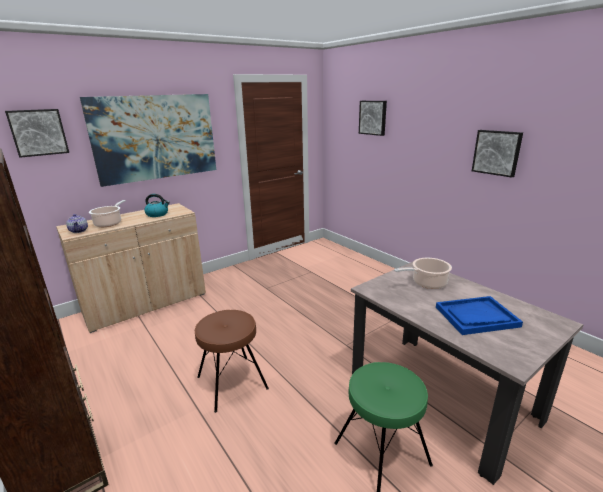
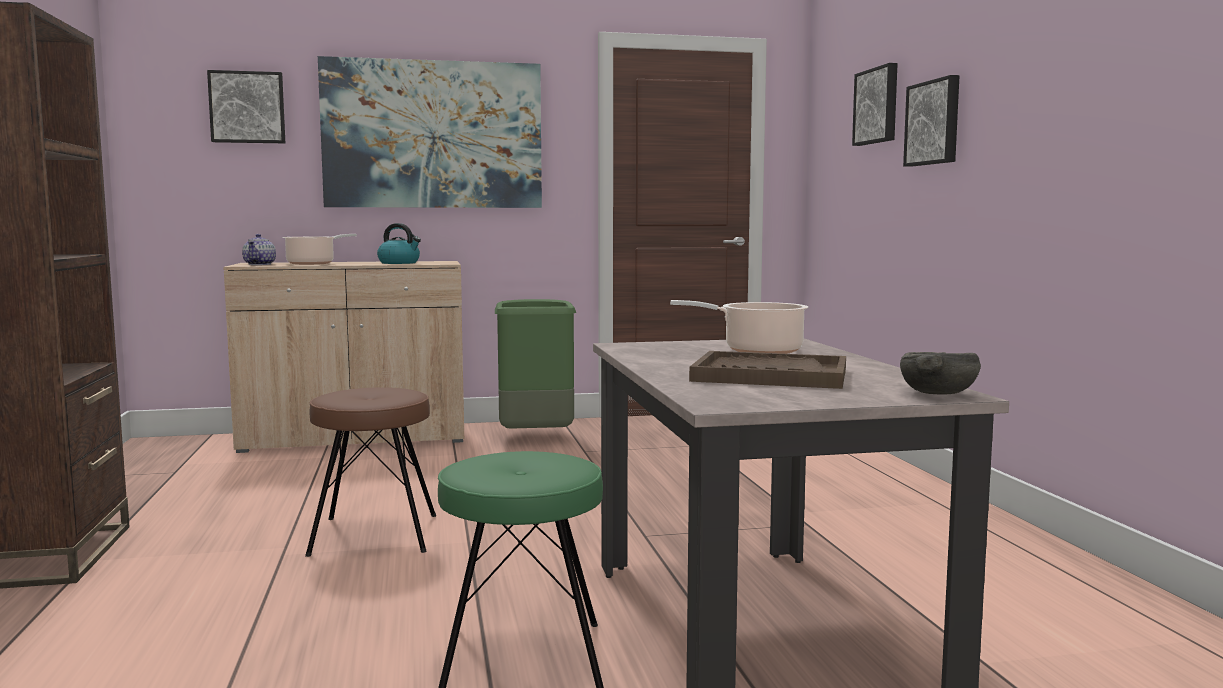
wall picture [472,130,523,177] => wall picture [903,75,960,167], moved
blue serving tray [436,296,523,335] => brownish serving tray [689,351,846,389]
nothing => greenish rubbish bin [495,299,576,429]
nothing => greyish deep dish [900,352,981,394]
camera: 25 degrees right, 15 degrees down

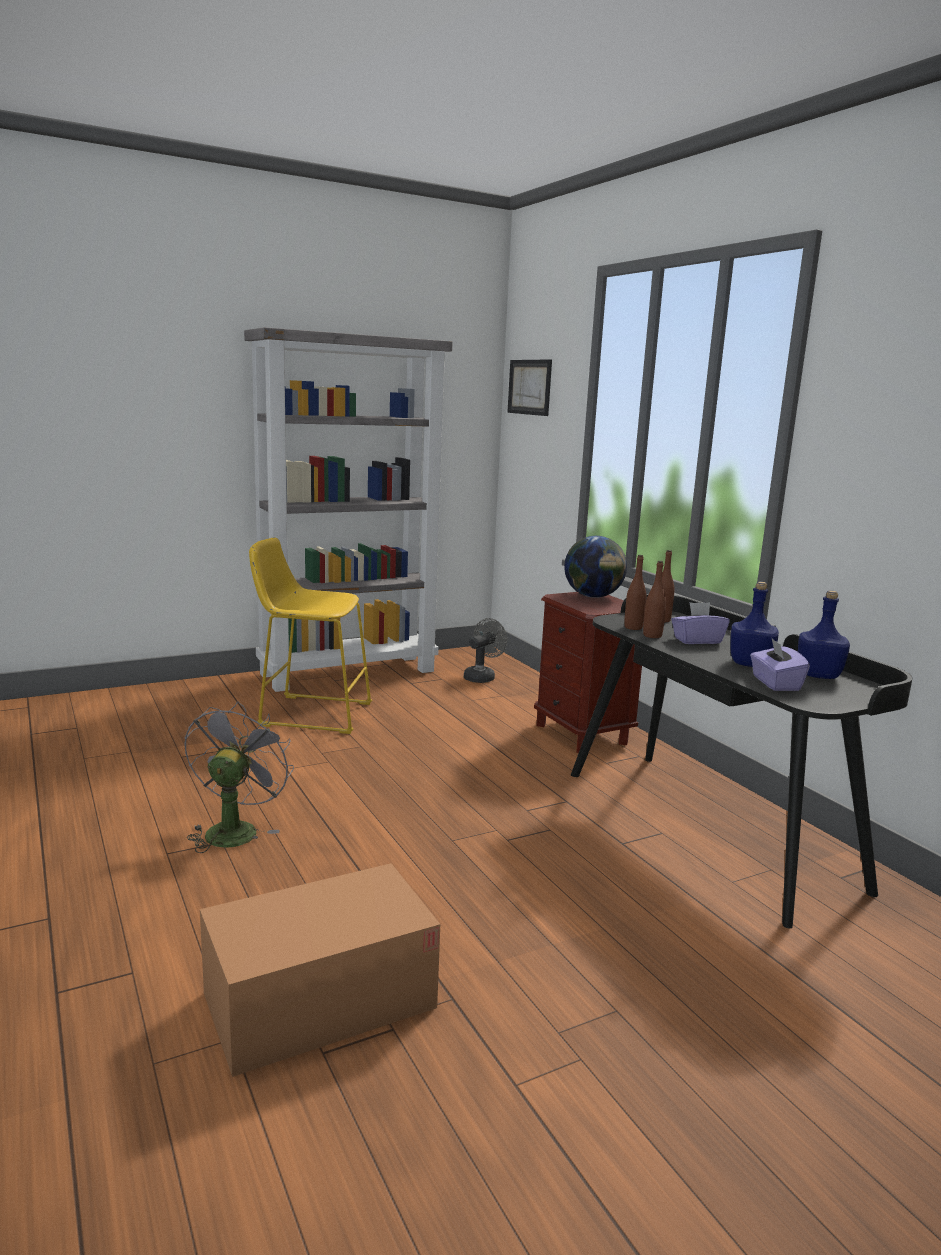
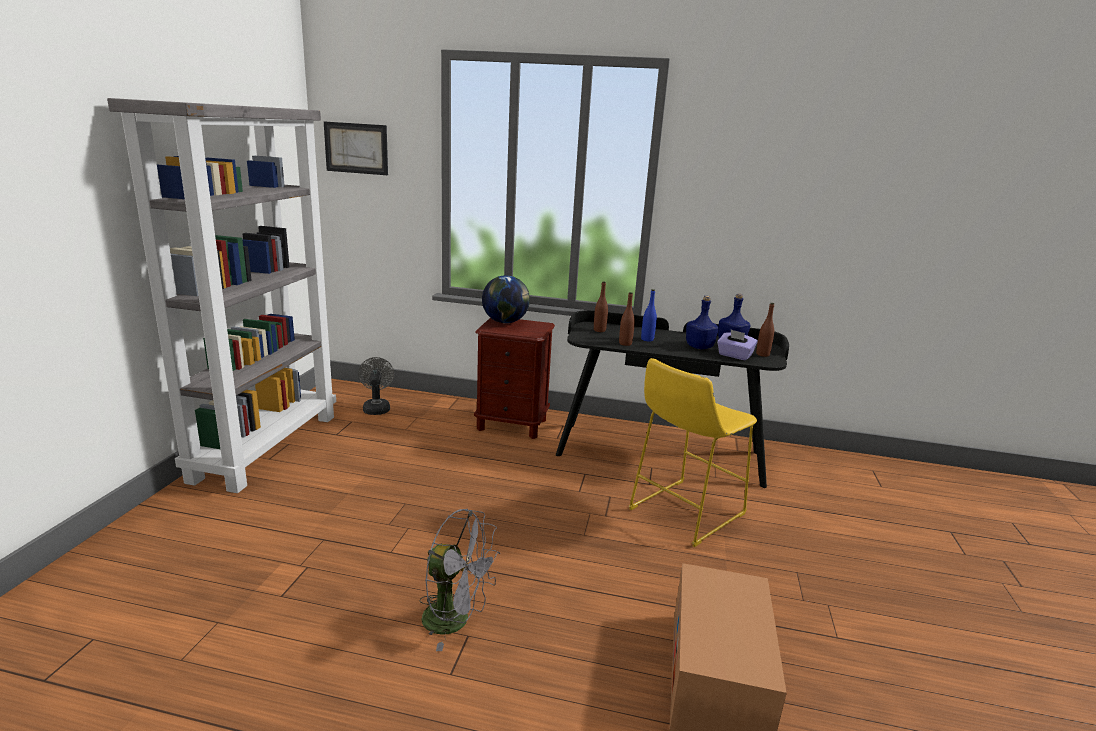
yellow stool [249,538,372,734] => yellow stool [628,358,757,547], moved
brownish beverage bottle [624,555,646,630] => brownish beverage bottle [756,303,774,357], moved
purplish tissue holder [671,602,730,644] => blue beverage bottle [641,289,657,341]
greyish electric fan [184,701,294,853] => greyish electric fan [419,509,500,651], 150 degrees clockwise
camera: 50 degrees left, 5 degrees up

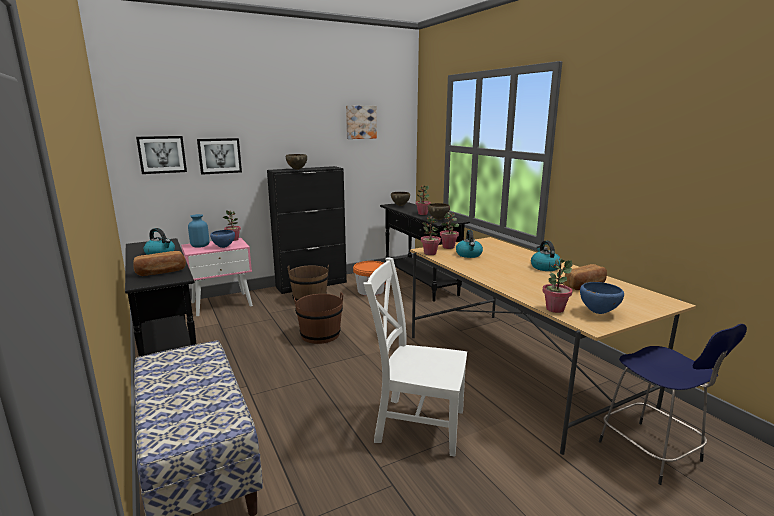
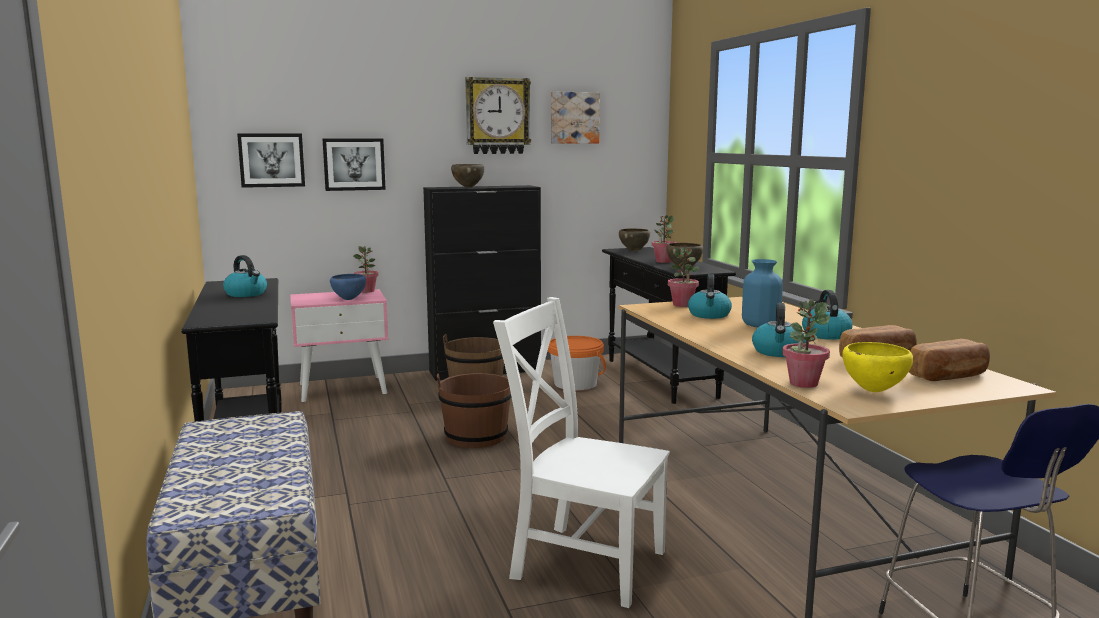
blue vase [188,214,209,248] => blue vase [742,259,783,327], moved
plant in a pot [421,216,441,255] => nothing
bread [133,251,186,276] => bread [909,339,990,381], moved
blue deep dish [580,282,624,314] => yellow deep dish [842,342,913,392]
nothing => hanging clock [465,77,531,154]
nothing => tea kettle [752,303,806,357]
camera: 10 degrees right, 5 degrees down

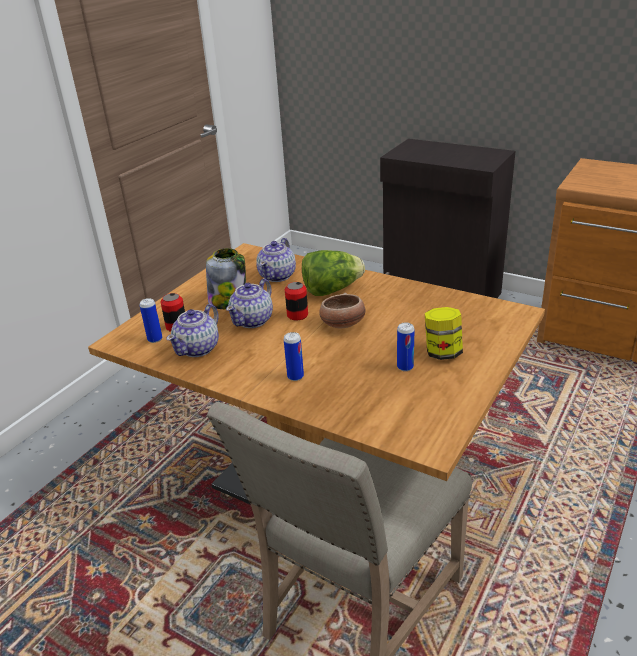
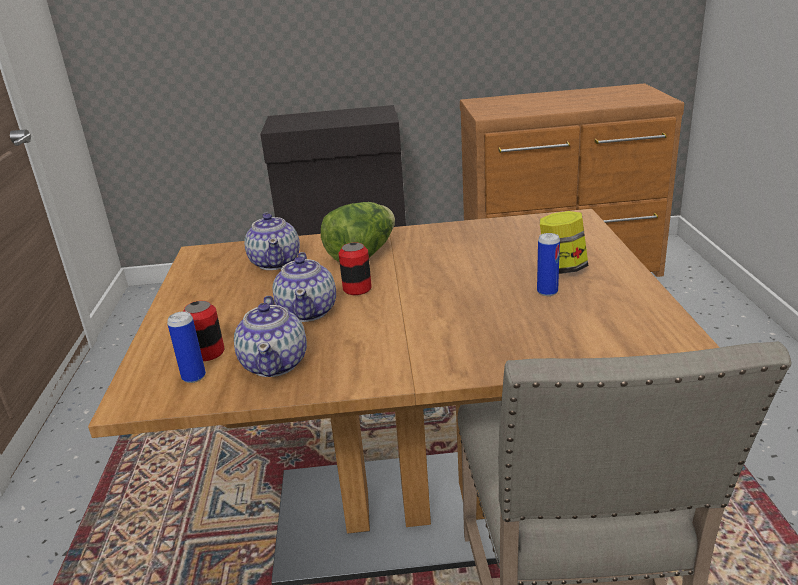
jar [206,248,246,309] => nothing
deep dish [320,293,366,328] => nothing
can [284,332,304,381] => nothing
camera: 35 degrees left, 5 degrees down

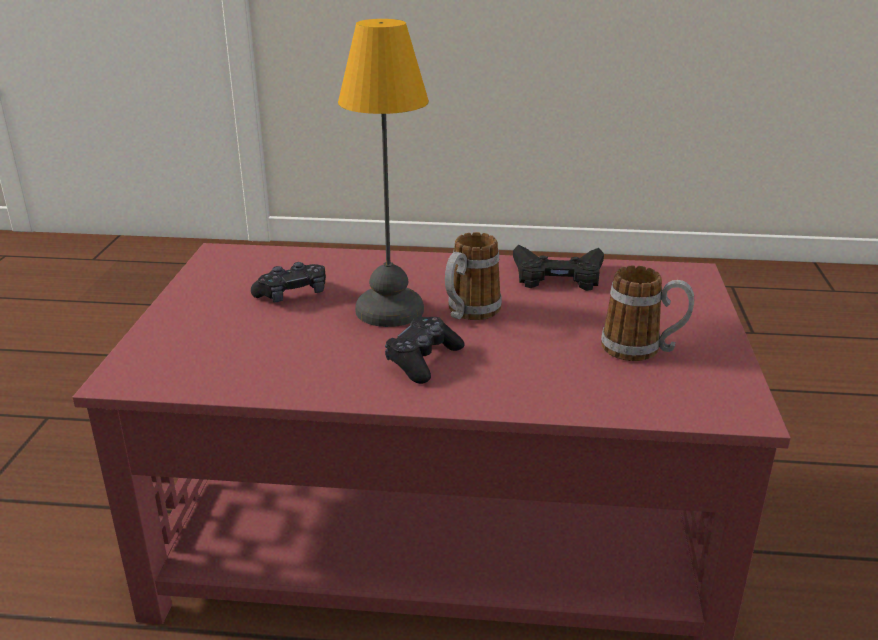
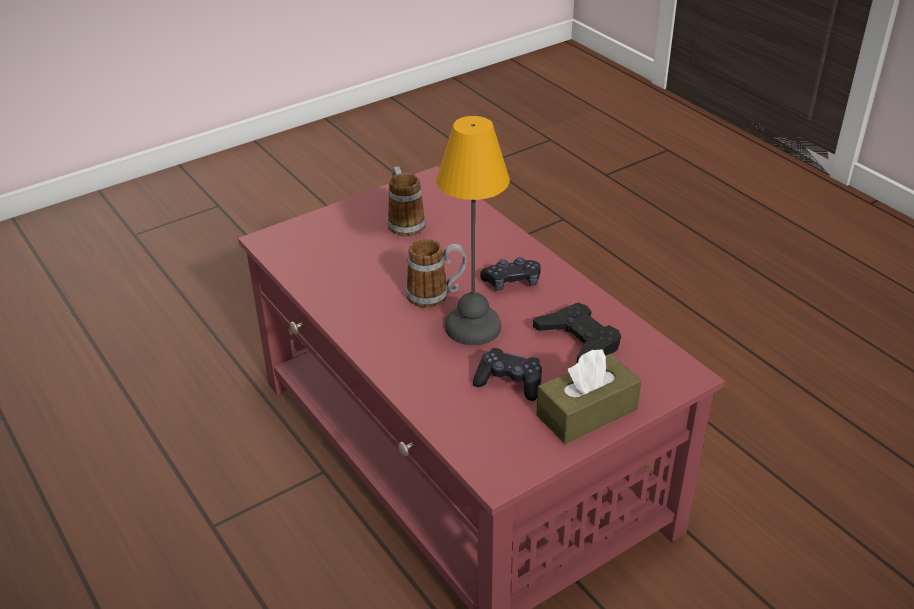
black gamepad [513,244,604,291] => black gamepad [533,303,621,363], moved
nothing => brownish tissue holder [536,349,641,444]
camera: 130 degrees left, 10 degrees up

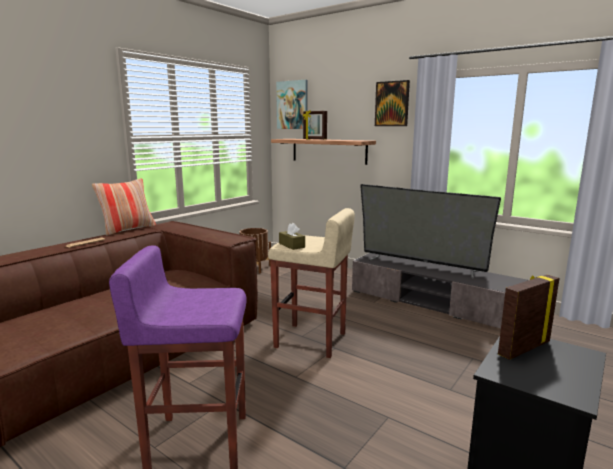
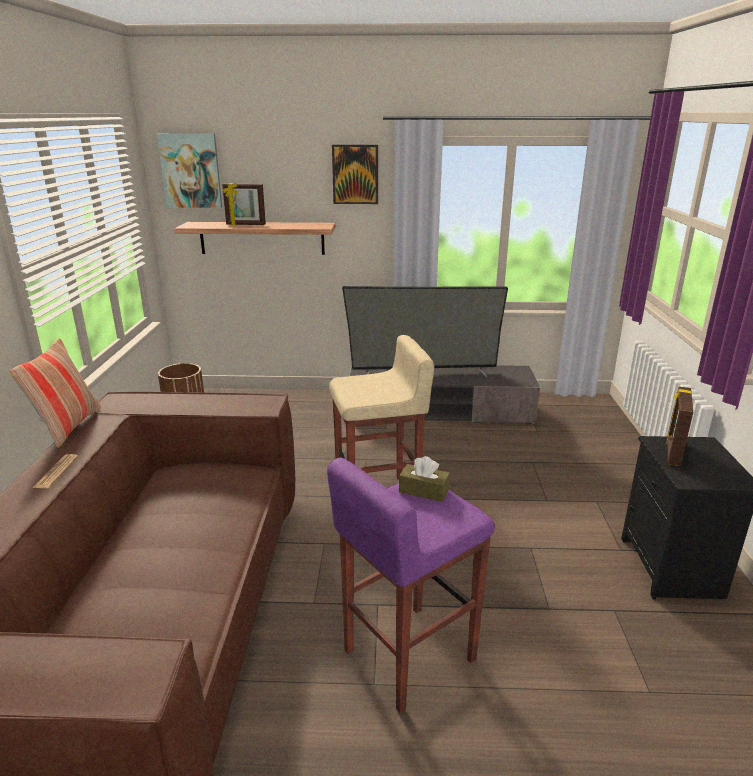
brownish tissue holder [279,223,305,250] => brownish tissue holder [399,456,450,502], moved
camera: 35 degrees left, 10 degrees up

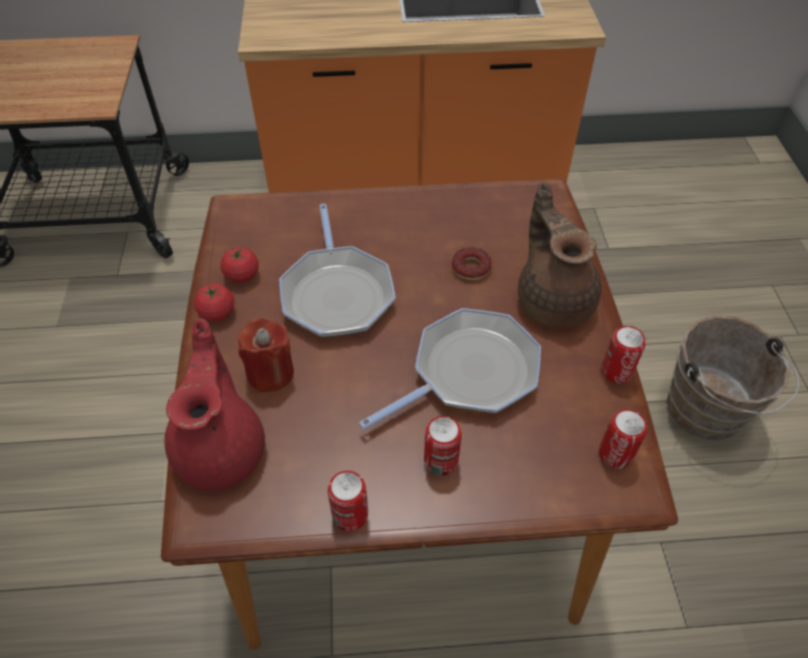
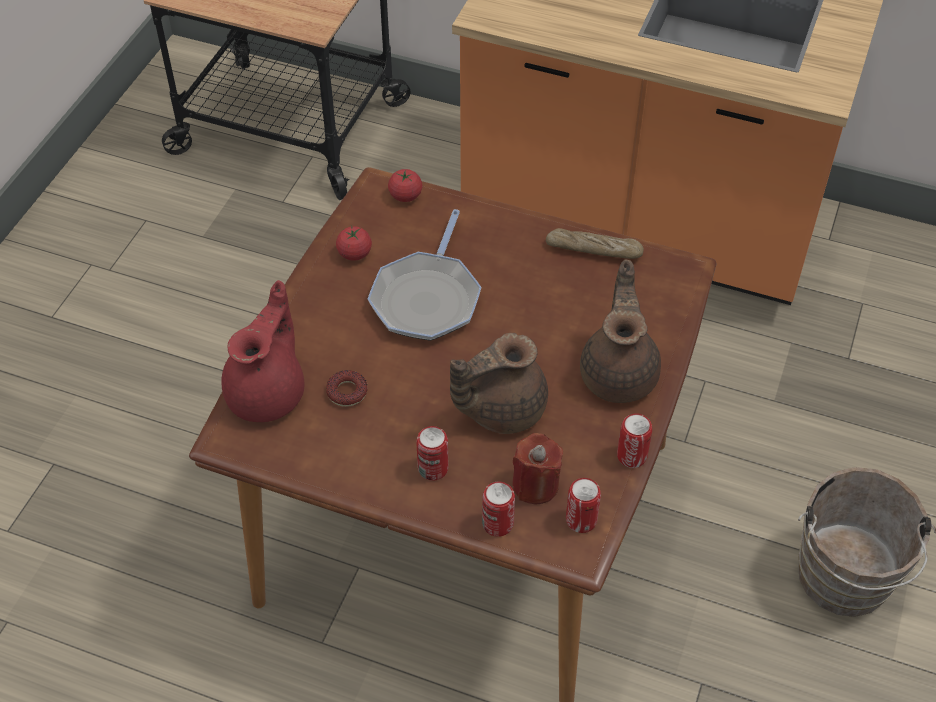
ring doughnut [452,247,492,280] => ring doughnut [326,370,368,407], moved
tomato [194,284,234,321] => tomato [388,169,422,202], moved
pan [359,308,541,430] => brownish tea pot [450,333,548,434]
red wax light [238,318,294,392] => red wax light [512,433,563,504], moved
can [328,471,368,532] => can [482,481,515,537], moved
nothing => bread [546,228,644,259]
camera: 25 degrees right, 0 degrees up

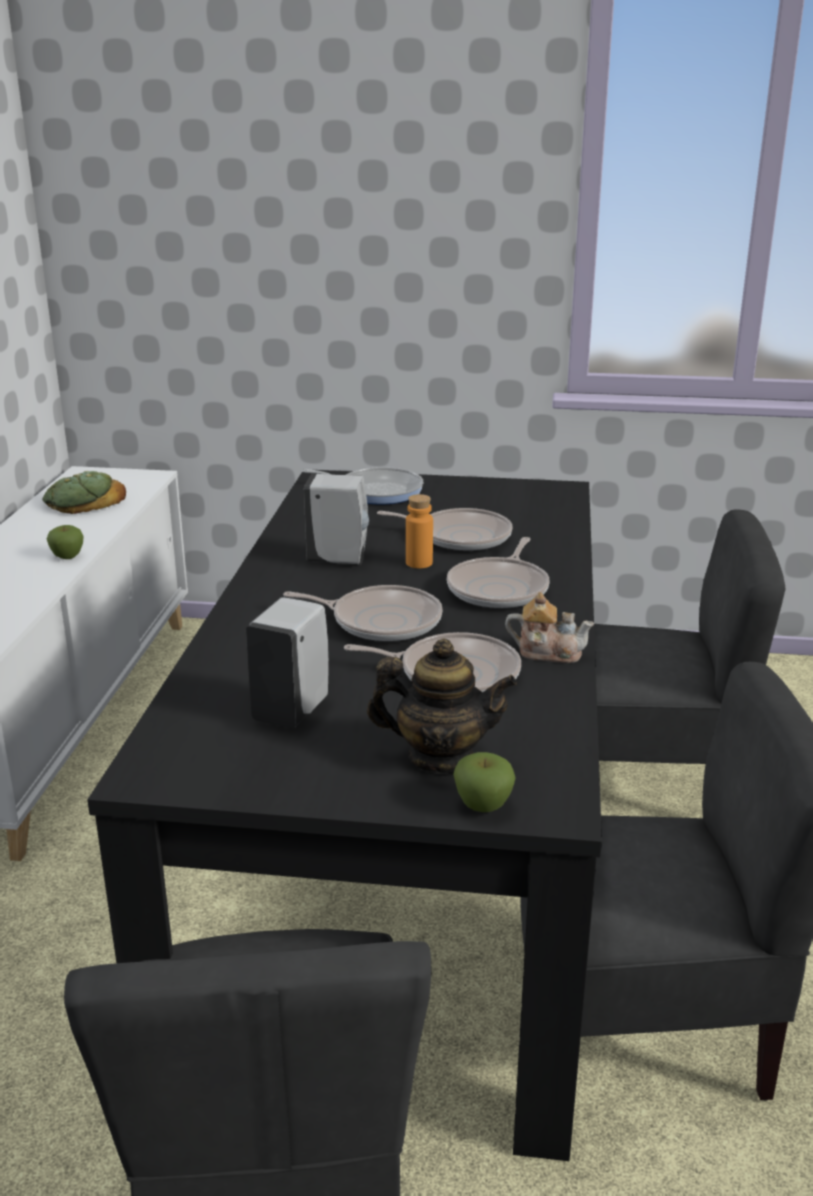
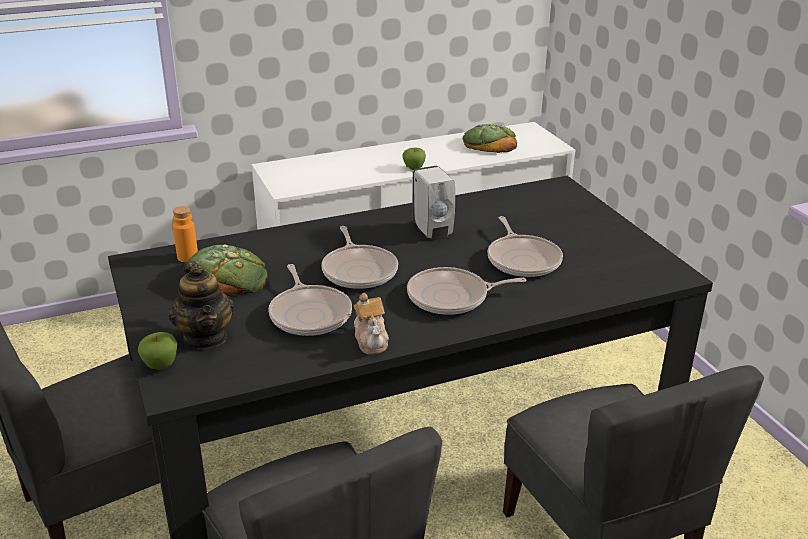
pan [302,467,423,504] => nothing
orange beverage bottle [406,494,433,568] => orange beverage bottle [173,206,198,262], moved
white soap dispenser [246,597,329,729] => bread [189,245,268,297]
camera: 60 degrees right, 5 degrees up

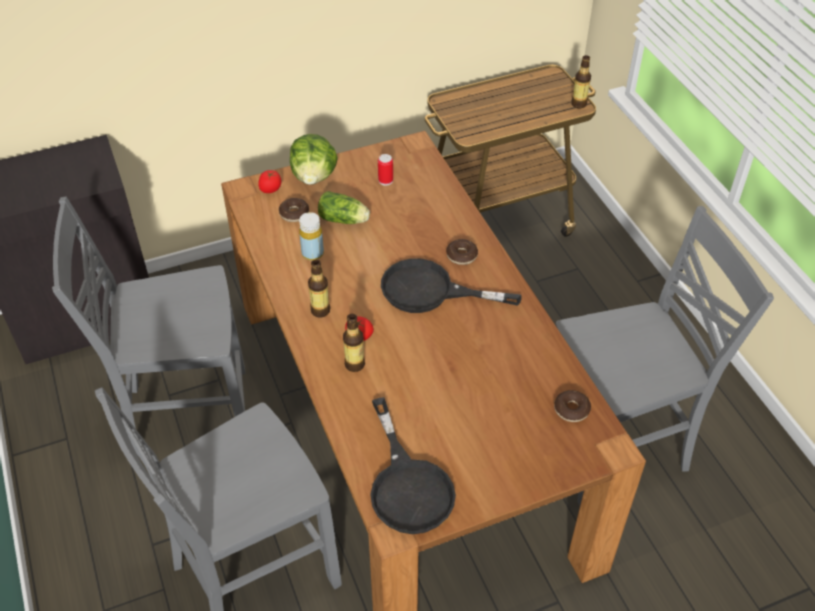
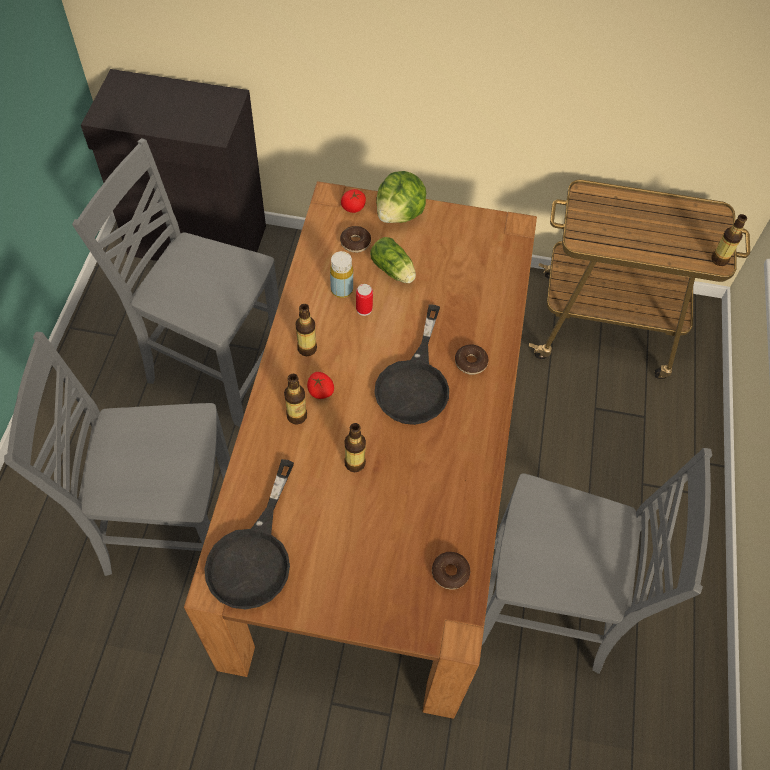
can [378,154,393,186] => can [356,284,373,316], moved
black pan [381,258,522,313] => black pan [374,304,449,425], 120 degrees counterclockwise
nothing => beverage bottle [344,423,366,472]
camera: 30 degrees right, 10 degrees up

